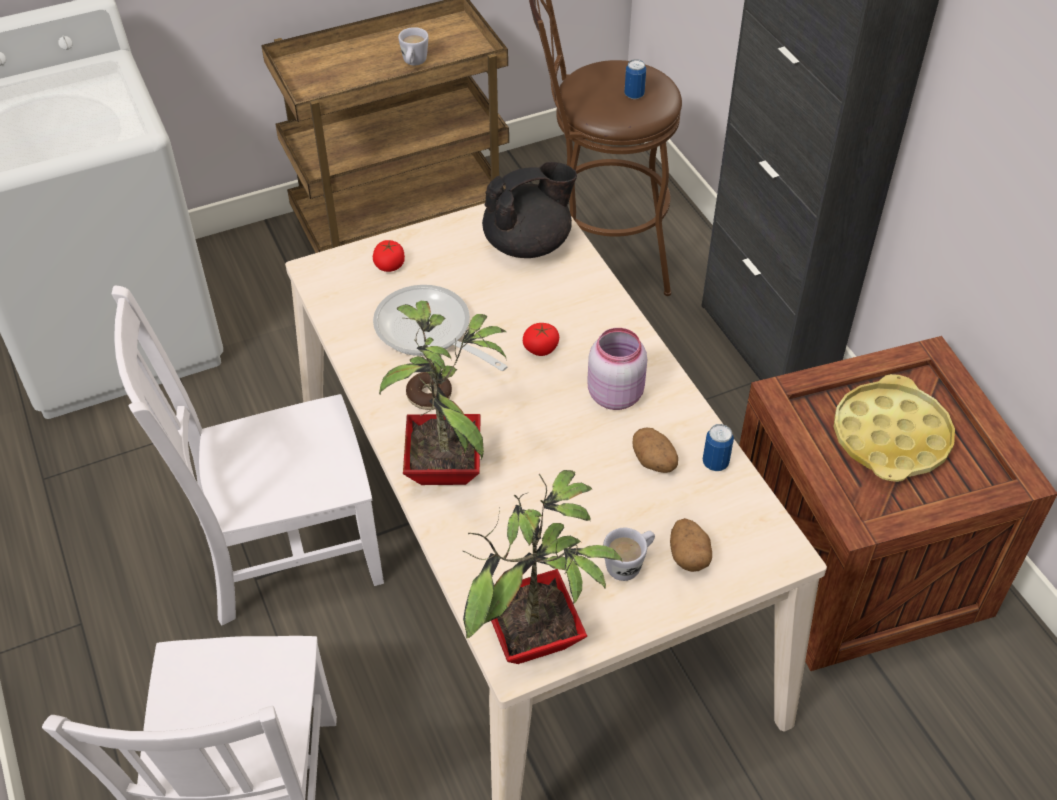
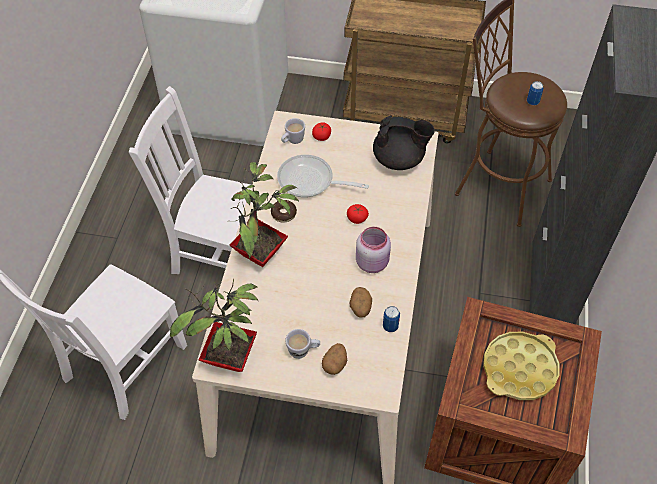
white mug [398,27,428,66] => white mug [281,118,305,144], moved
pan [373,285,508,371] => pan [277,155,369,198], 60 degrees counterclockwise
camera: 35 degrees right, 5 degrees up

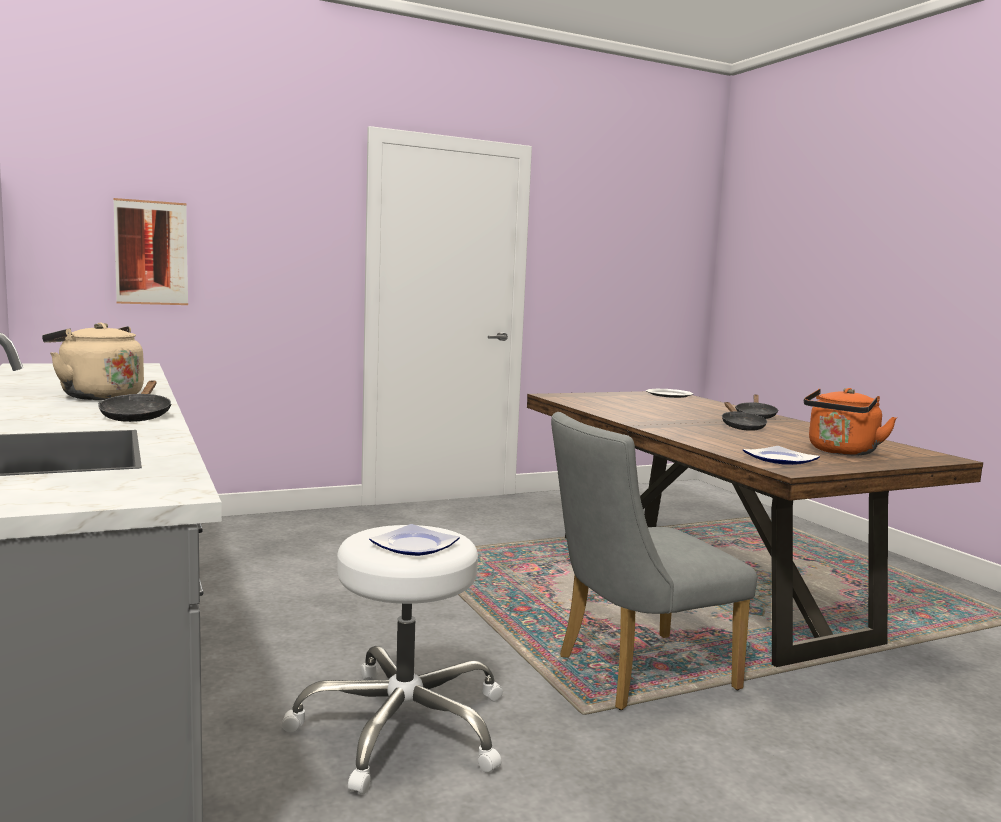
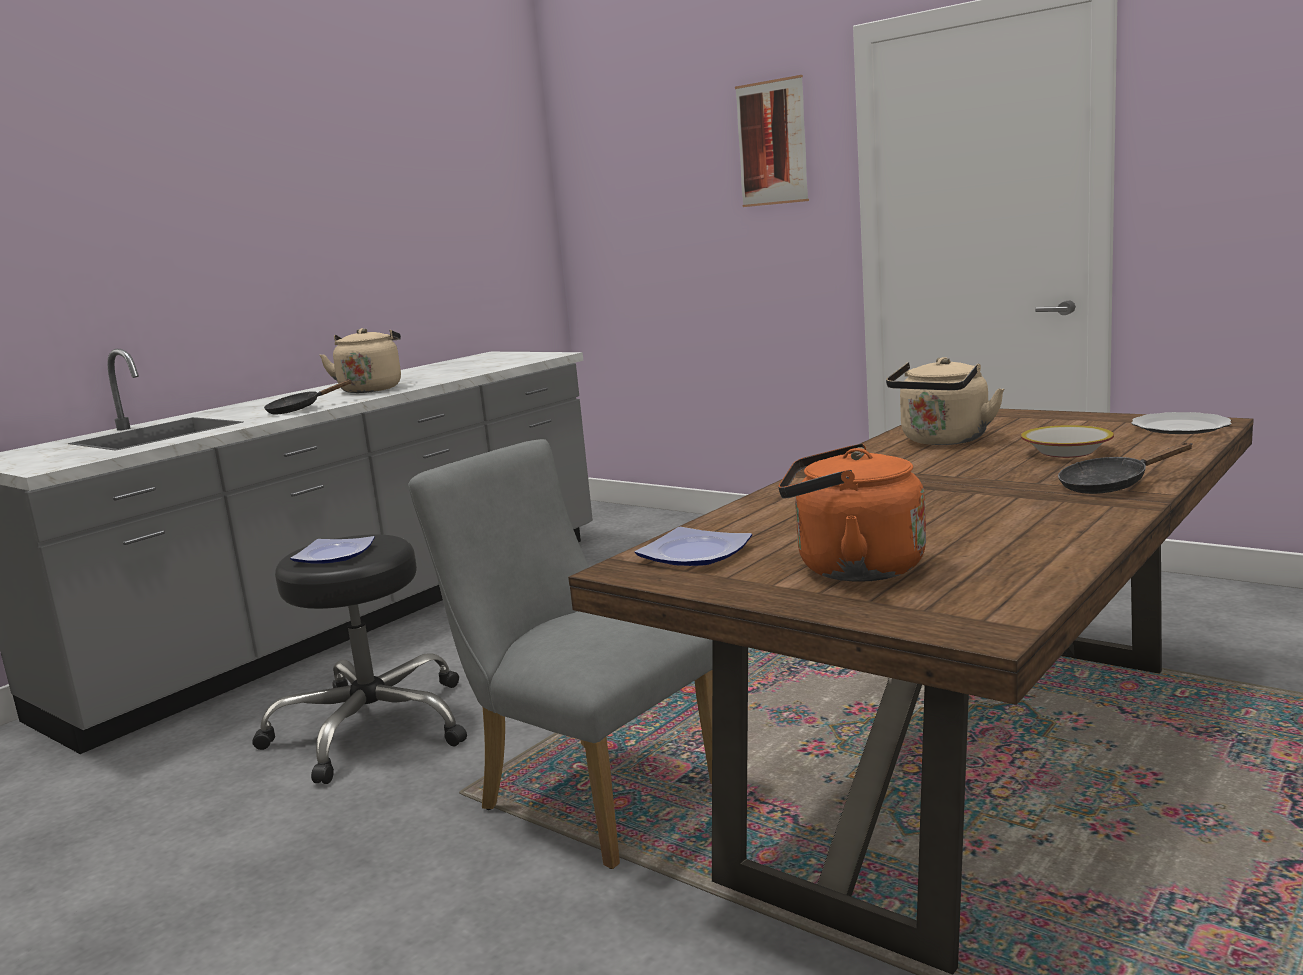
wall picture [113,198,188,305] => wall picture [735,75,809,207], moved
black pan [722,402,767,431] => nothing
white stool [282,525,503,795] => black stool [252,534,467,784]
nothing => sand-coloured tea kettle [886,357,1004,445]
nothing => deep dish [1021,425,1114,458]
camera: 65 degrees right, 5 degrees up

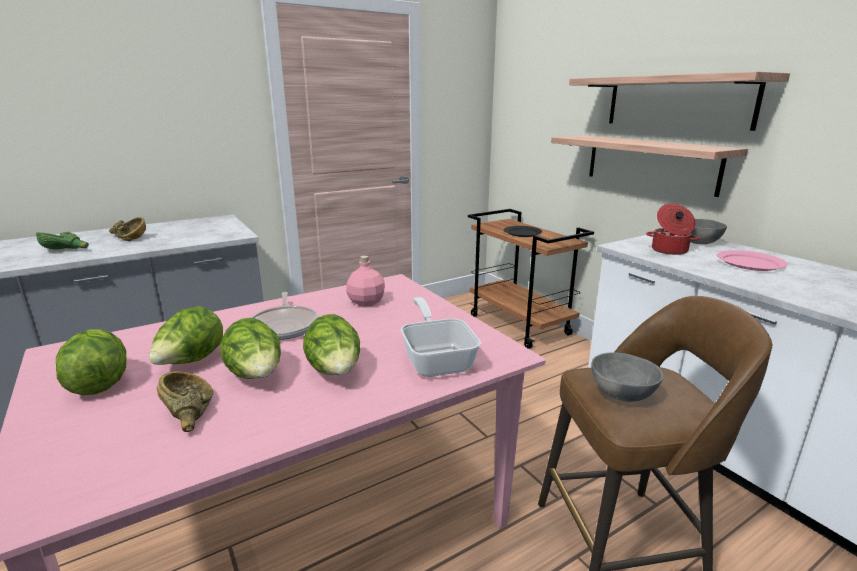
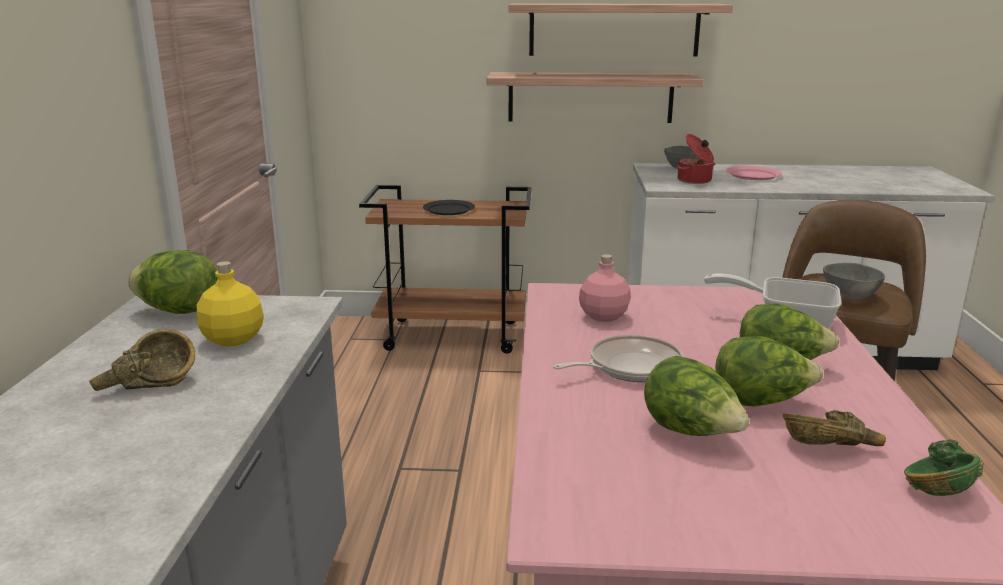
greenish deep dish [36,232,89,249] => greenish deep dish [904,439,984,496], moved
pan [251,292,318,340] => pan [553,335,684,382], 45 degrees counterclockwise
head of lettuce [56,329,126,395] => head of lettuce [128,250,218,314], moved
nothing => yellow beverage bottle [197,261,264,346]
camera: 55 degrees left, 0 degrees up

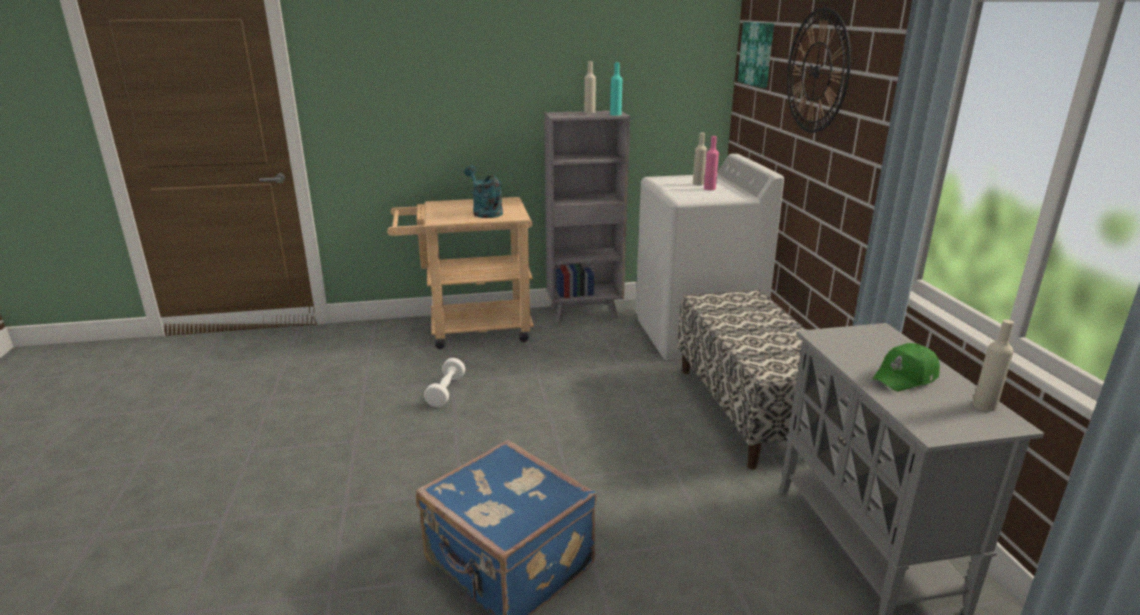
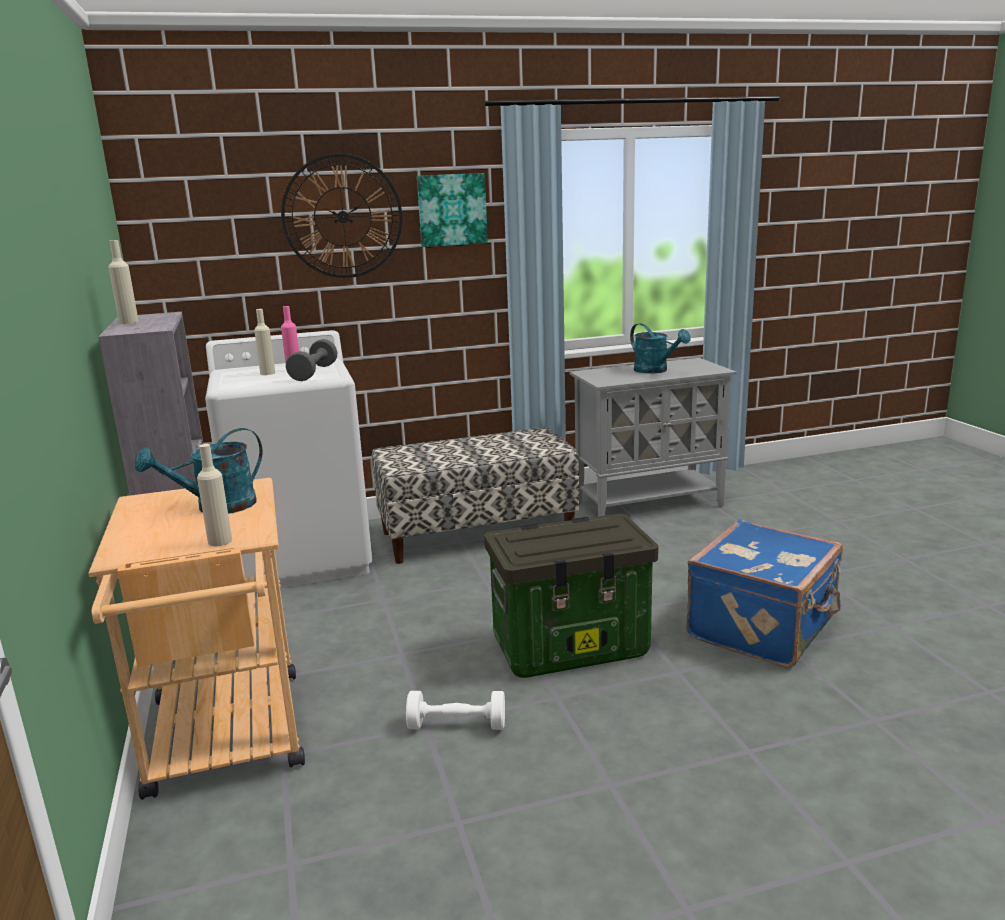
wall picture [737,22,774,88] => wall picture [417,173,488,247], moved
blue-green beverage bottle [610,63,622,116] => nothing
sand-coloured beverage bottle [973,320,1014,412] => sand-coloured beverage bottle [197,444,232,546], moved
greenish cap [872,343,940,391] => blue-green sprinkling can [630,323,691,373]
nothing => greyish dumbbell [286,339,337,381]
nothing => storage container [484,514,659,678]
camera: 95 degrees left, 5 degrees down

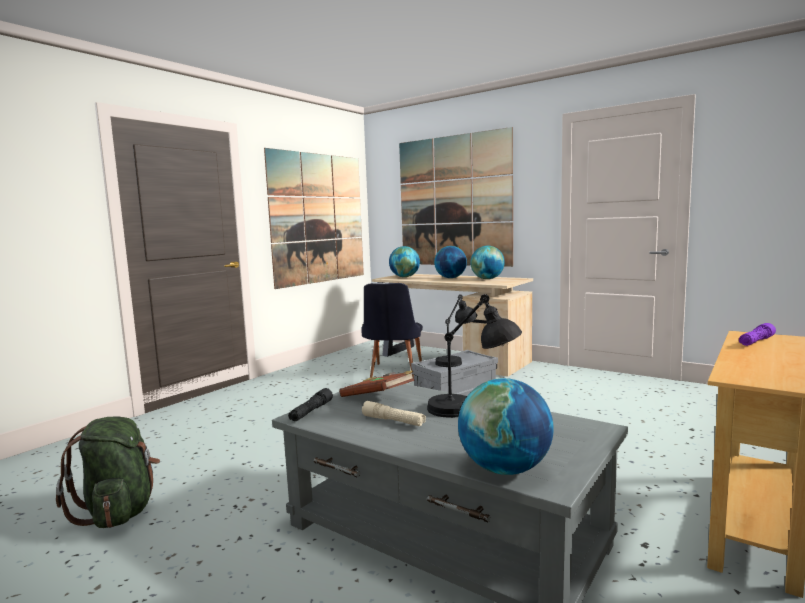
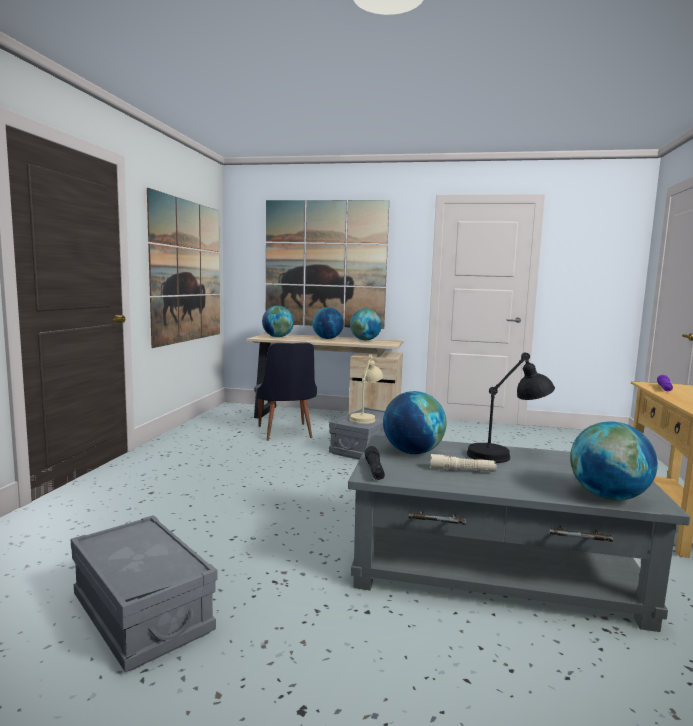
black lamp for a table [435,295,477,367] => sand-coloured lamp for a table [350,354,383,424]
brownish book [339,370,415,397] => globe [383,391,446,454]
greenish rucksack [56,417,160,528] => greyish storage container [70,515,218,672]
camera: 25 degrees left, 0 degrees up

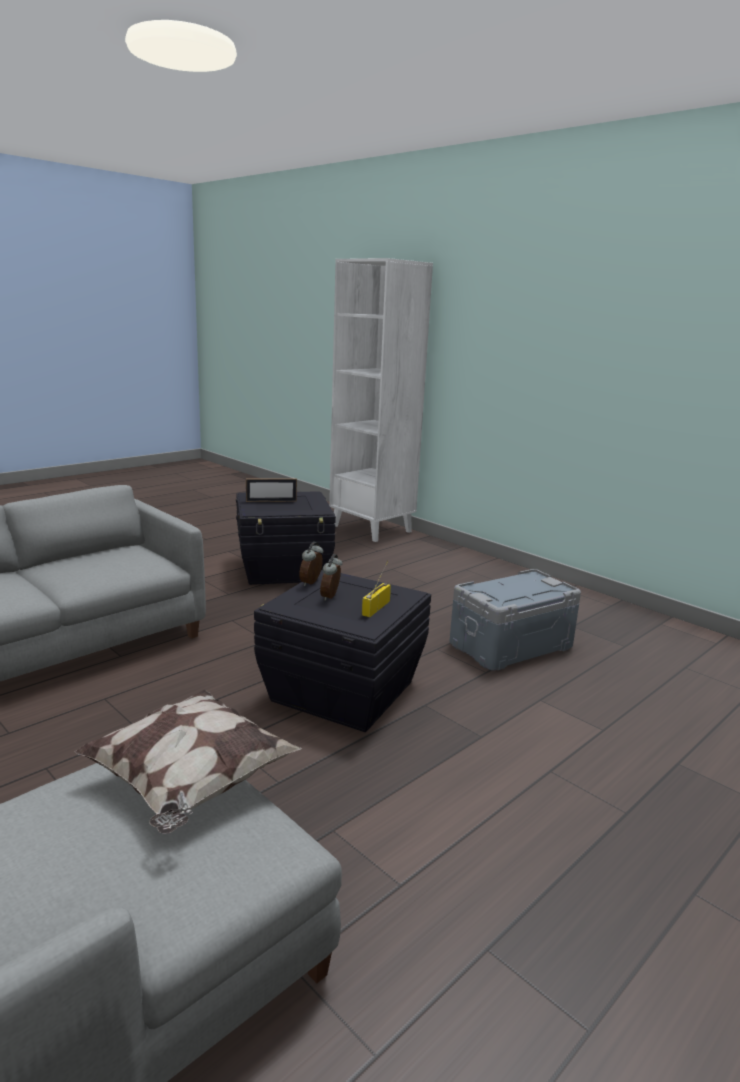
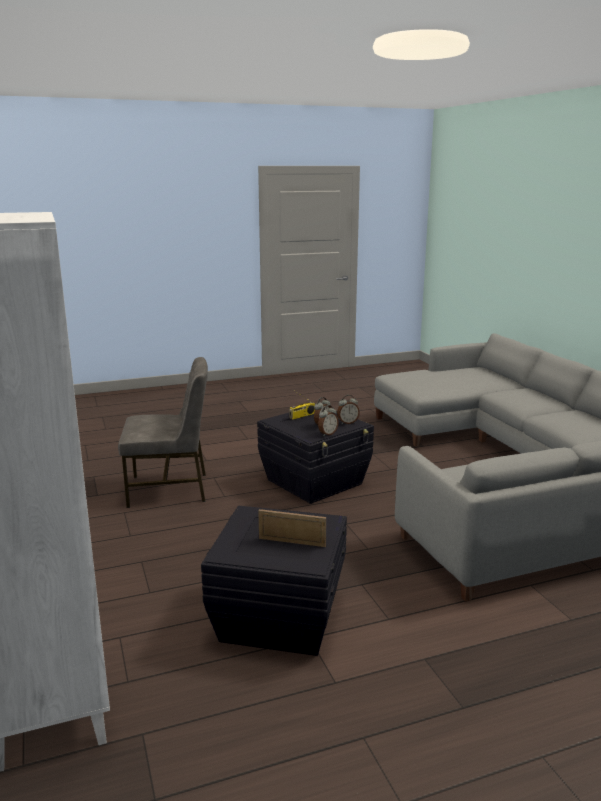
greyish storage container [449,569,581,671] => greyish chair [118,357,208,508]
throw pillow [74,690,302,834] => nothing
nothing => table clock [337,395,360,424]
camera: 155 degrees left, 0 degrees up

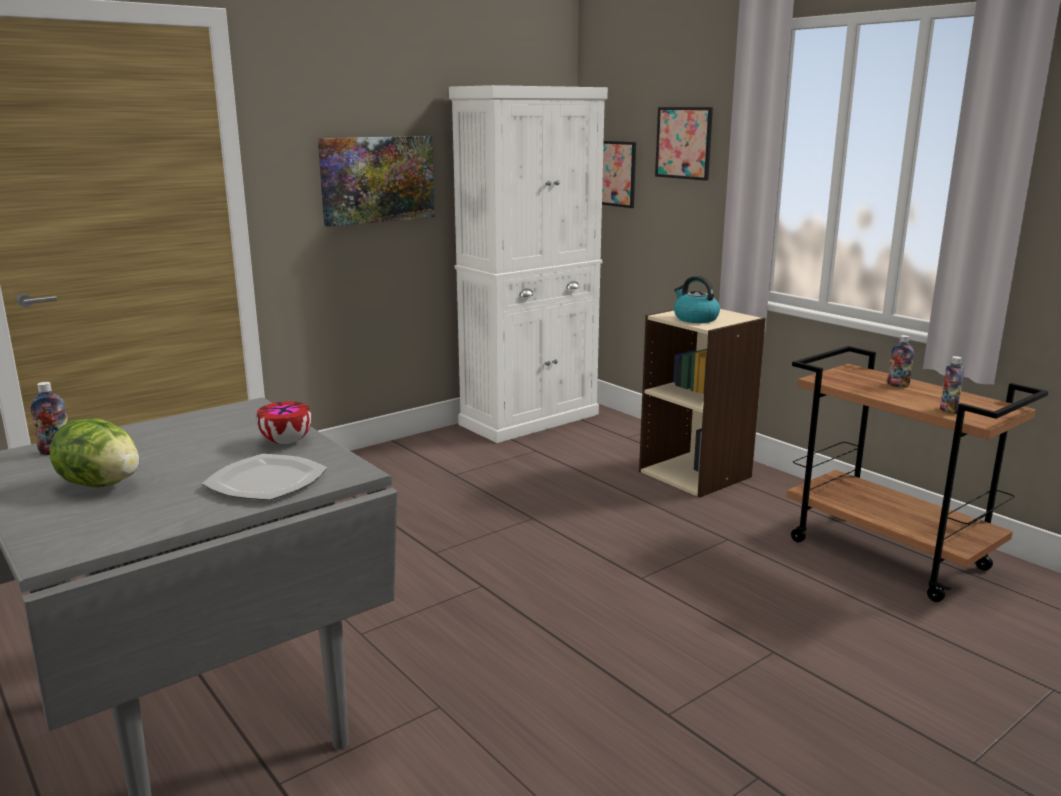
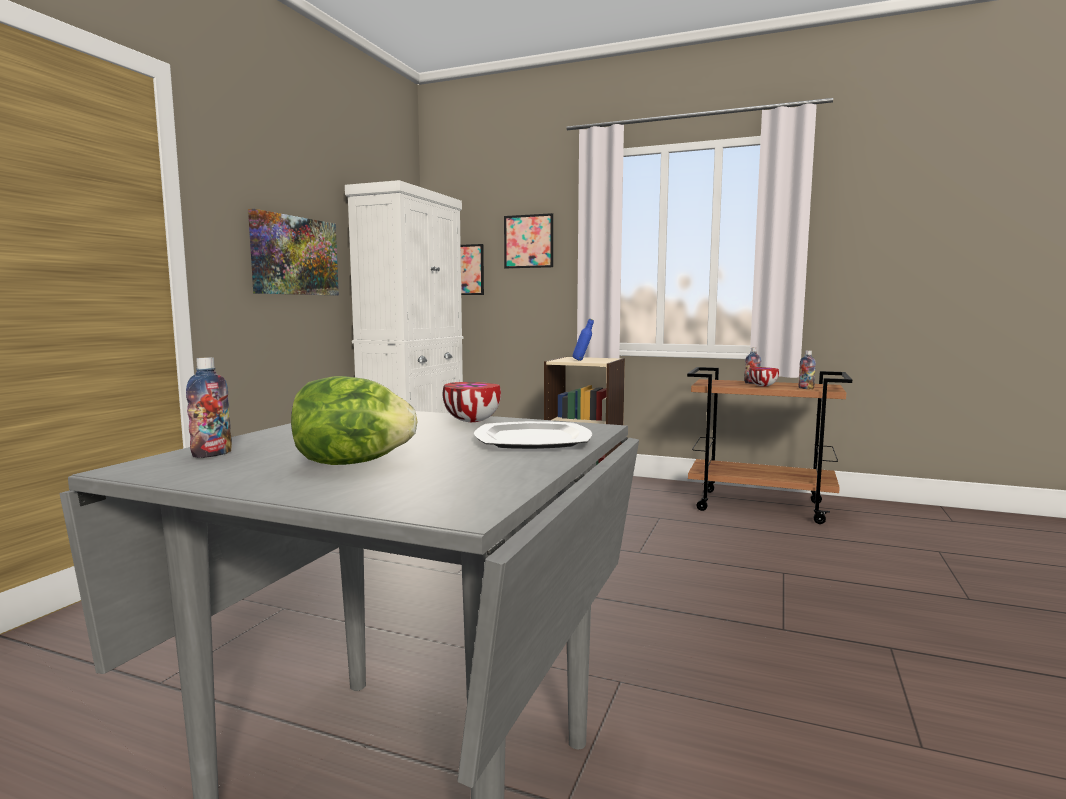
tea kettle [674,276,720,323] => blue beverage bottle [572,319,594,361]
nothing => deep dish [749,367,779,387]
camera: 30 degrees left, 10 degrees down

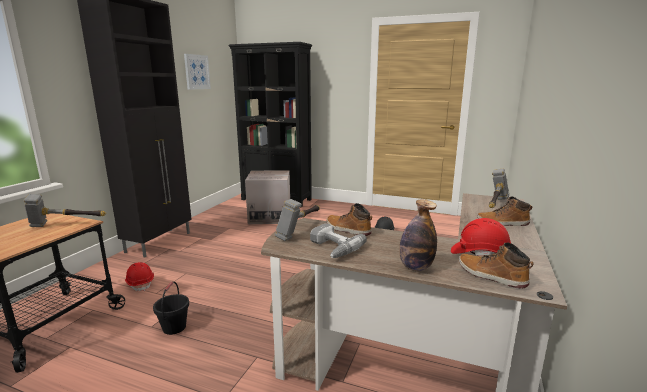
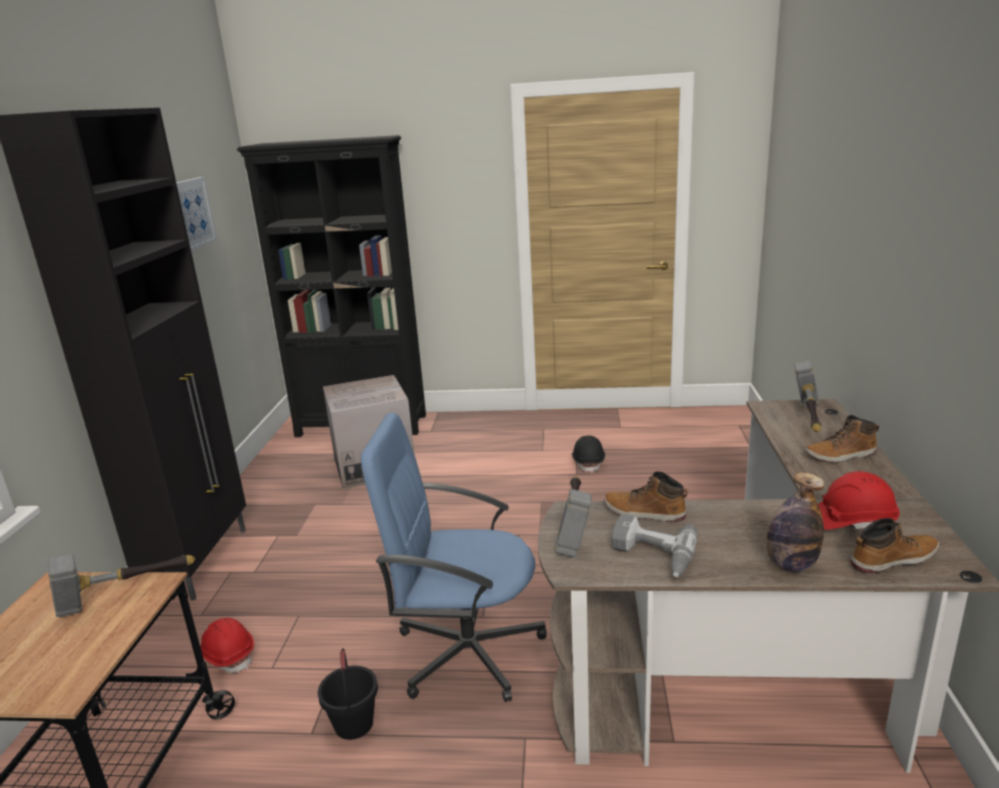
boot [459,242,534,288] => boot [850,518,939,573], 135 degrees clockwise
nothing => blue office chair [361,413,547,702]
camera: 15 degrees left, 5 degrees up

